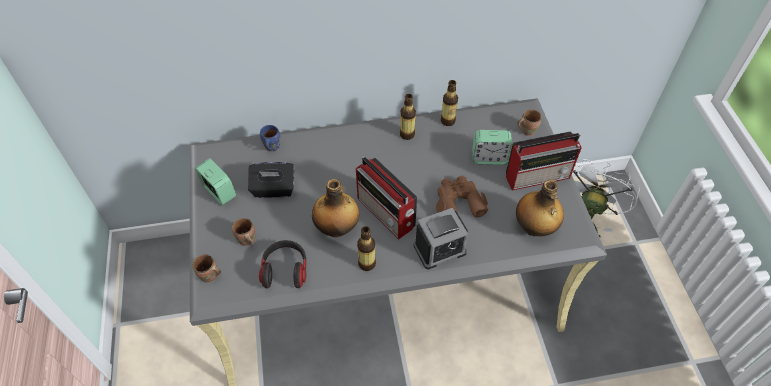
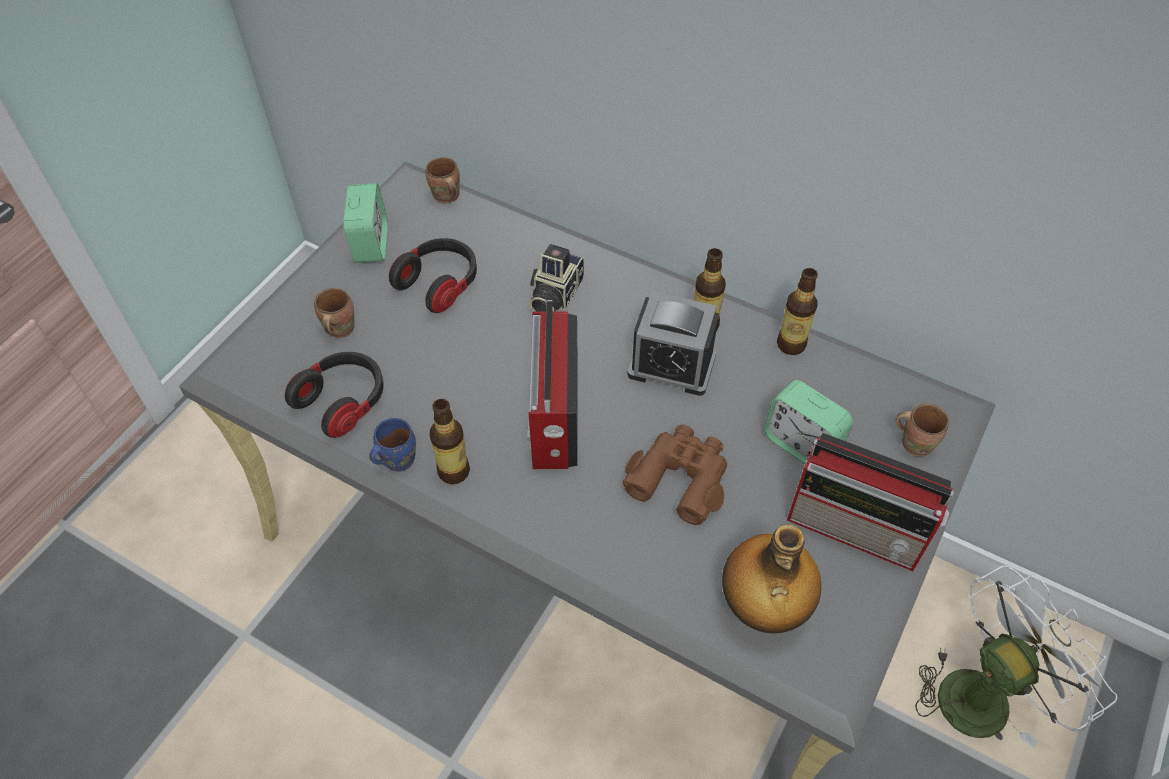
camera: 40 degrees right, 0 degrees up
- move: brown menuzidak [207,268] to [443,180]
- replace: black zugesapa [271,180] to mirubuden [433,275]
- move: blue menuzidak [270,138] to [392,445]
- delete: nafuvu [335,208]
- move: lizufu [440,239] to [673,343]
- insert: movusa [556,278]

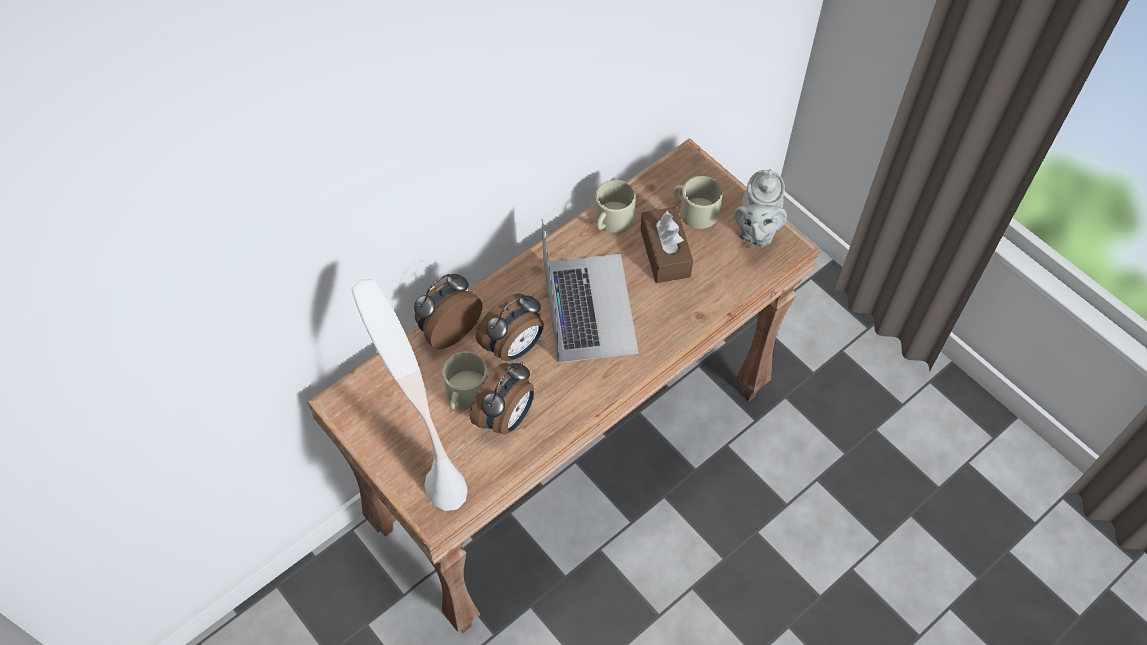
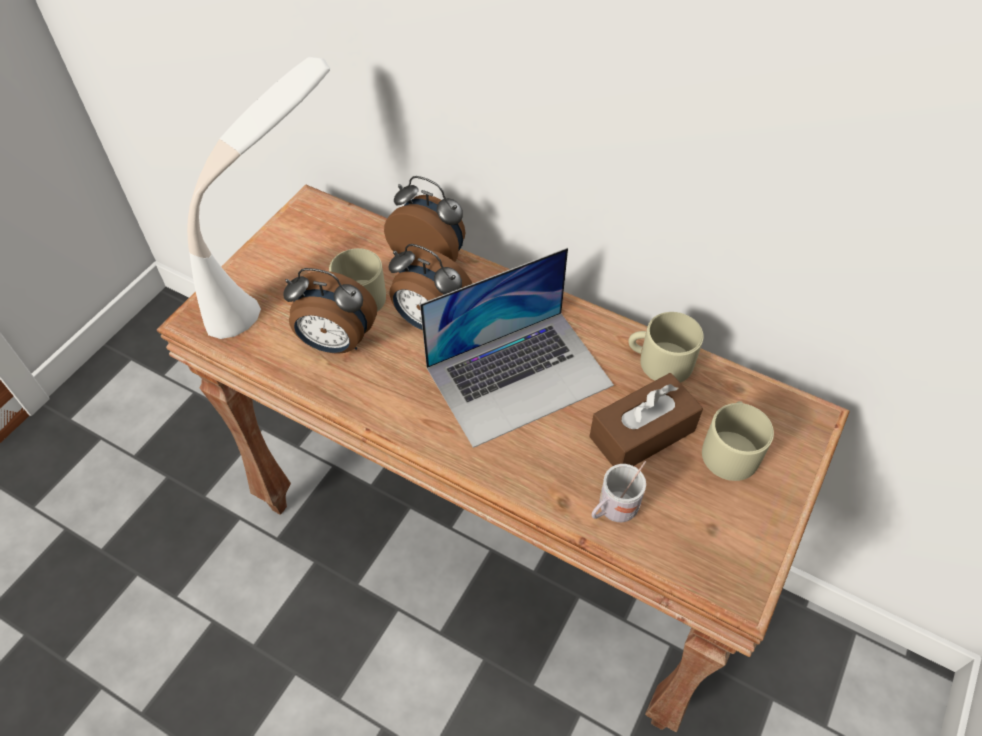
camera: 70 degrees right, 5 degrees down
- delete: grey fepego [760,208]
- insert: white menuzidak [618,491]

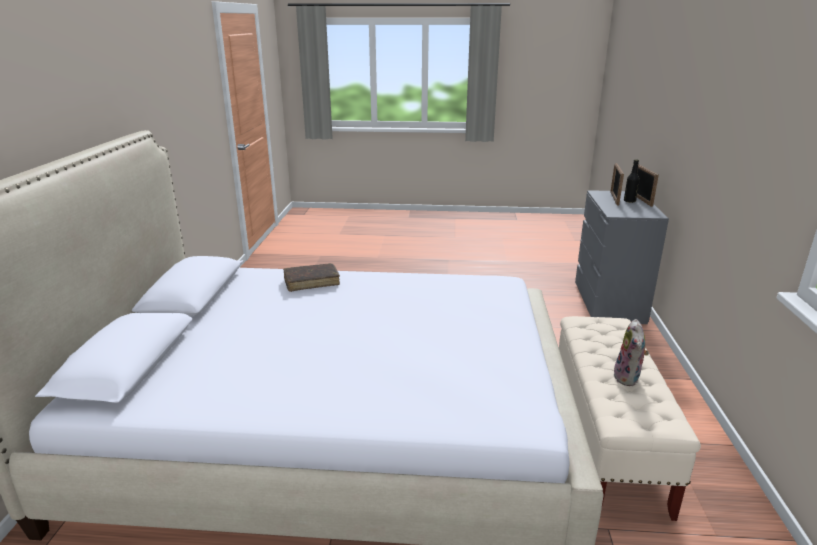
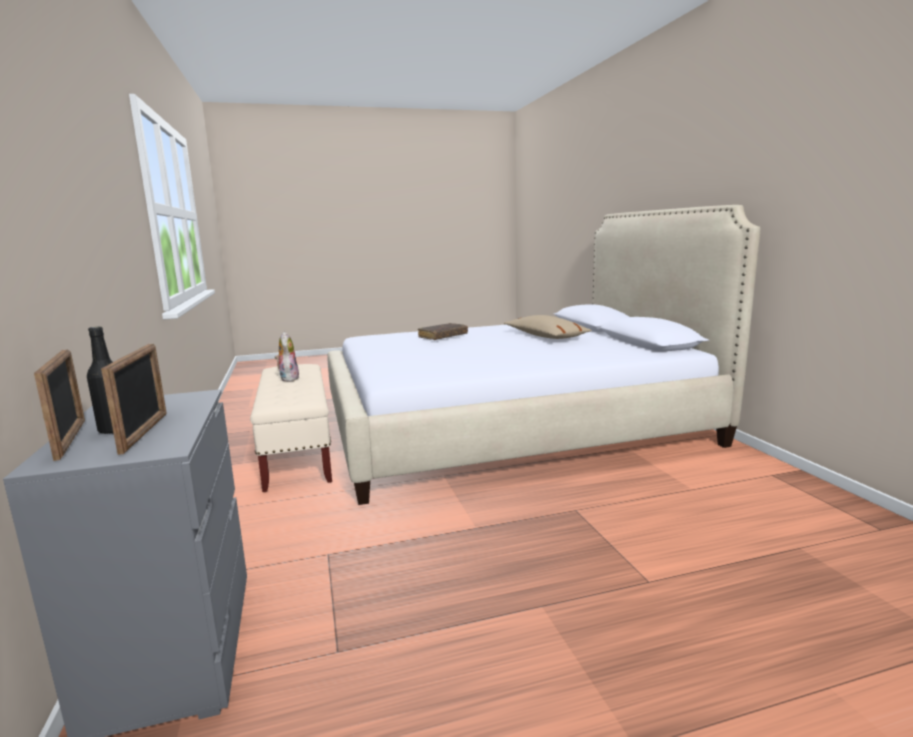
camera: 160 degrees right, 10 degrees down
- move: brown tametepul [311,277] to [443,331]
- insert: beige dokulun [548,327]

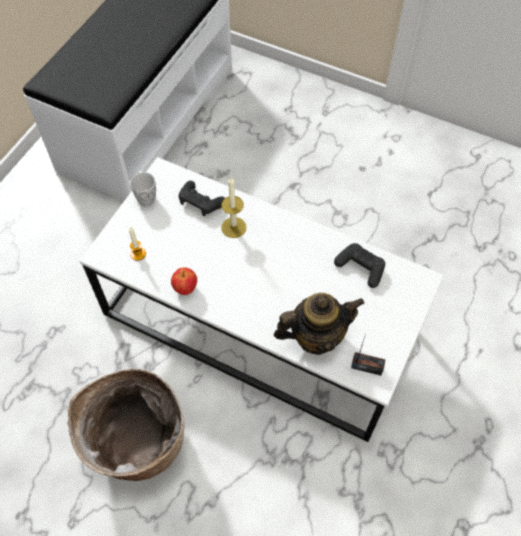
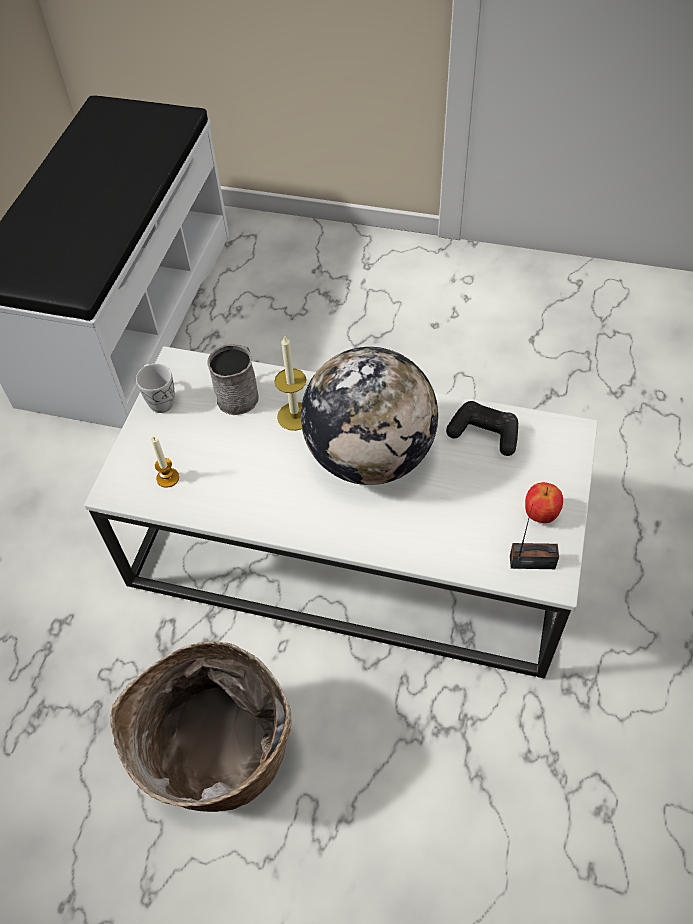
camera: 10 degrees left, 5 degrees down
- move: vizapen [184,281] to [544,502]
- replace: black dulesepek [202,198] to grey menuzidak [233,379]
- delete: fepego [319,324]
- insert: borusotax [369,416]

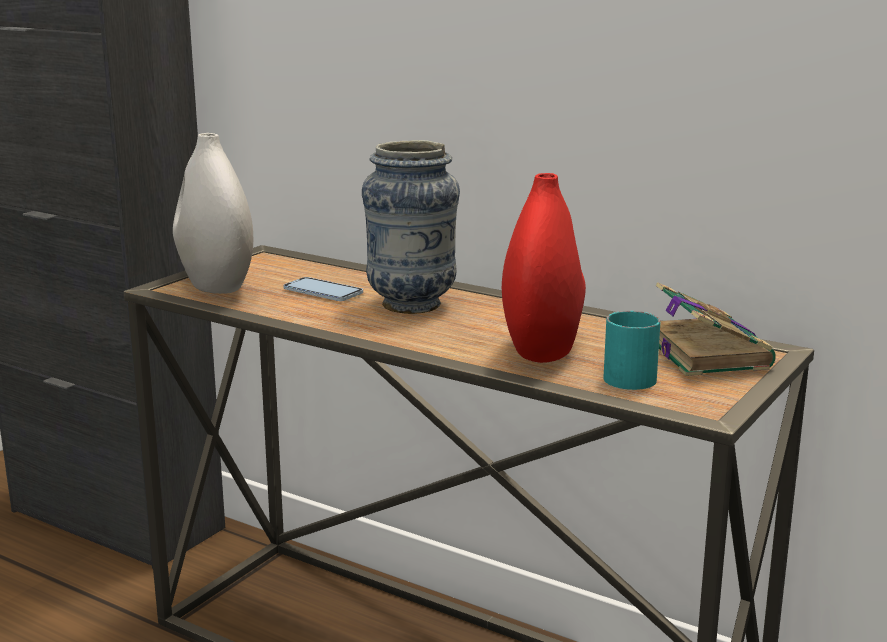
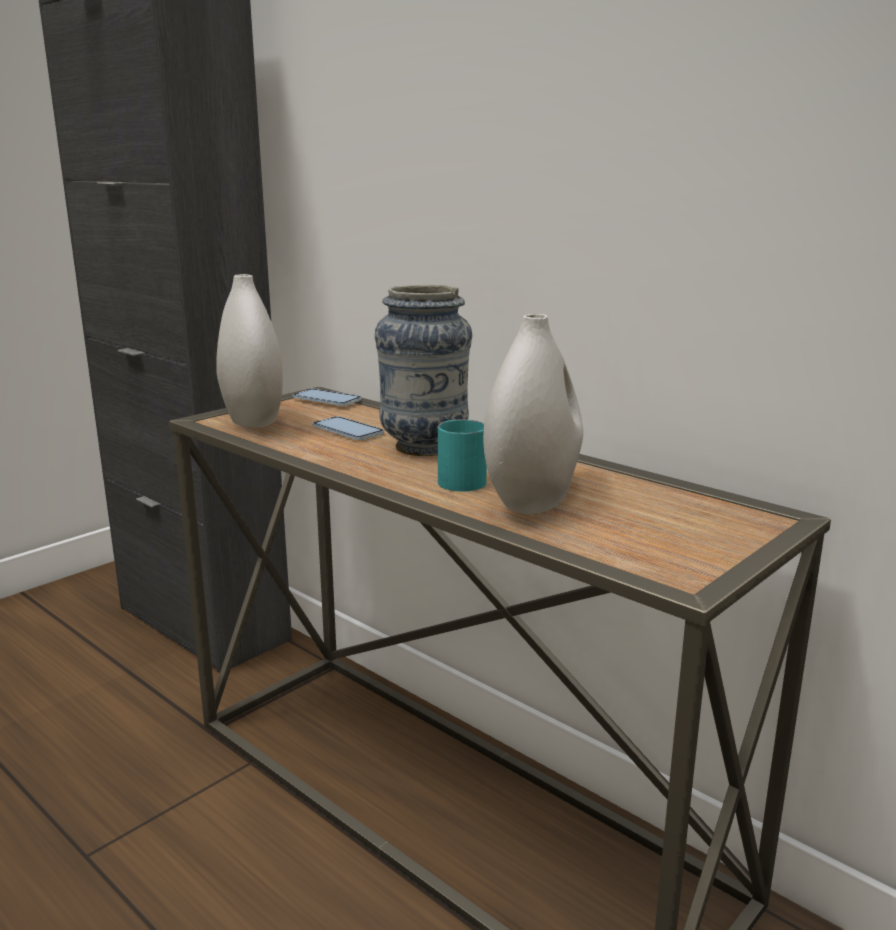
camera: 10 degrees right, 0 degrees up
- recolor: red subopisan [544,268] to white subopisan [533,414]
- move: turquoise menuzidak [632,350] to [462,455]
- delete: tametepul [716,329]
- insert: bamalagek [327,397]

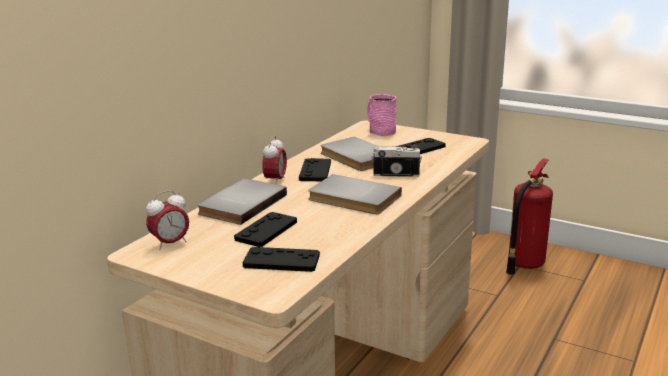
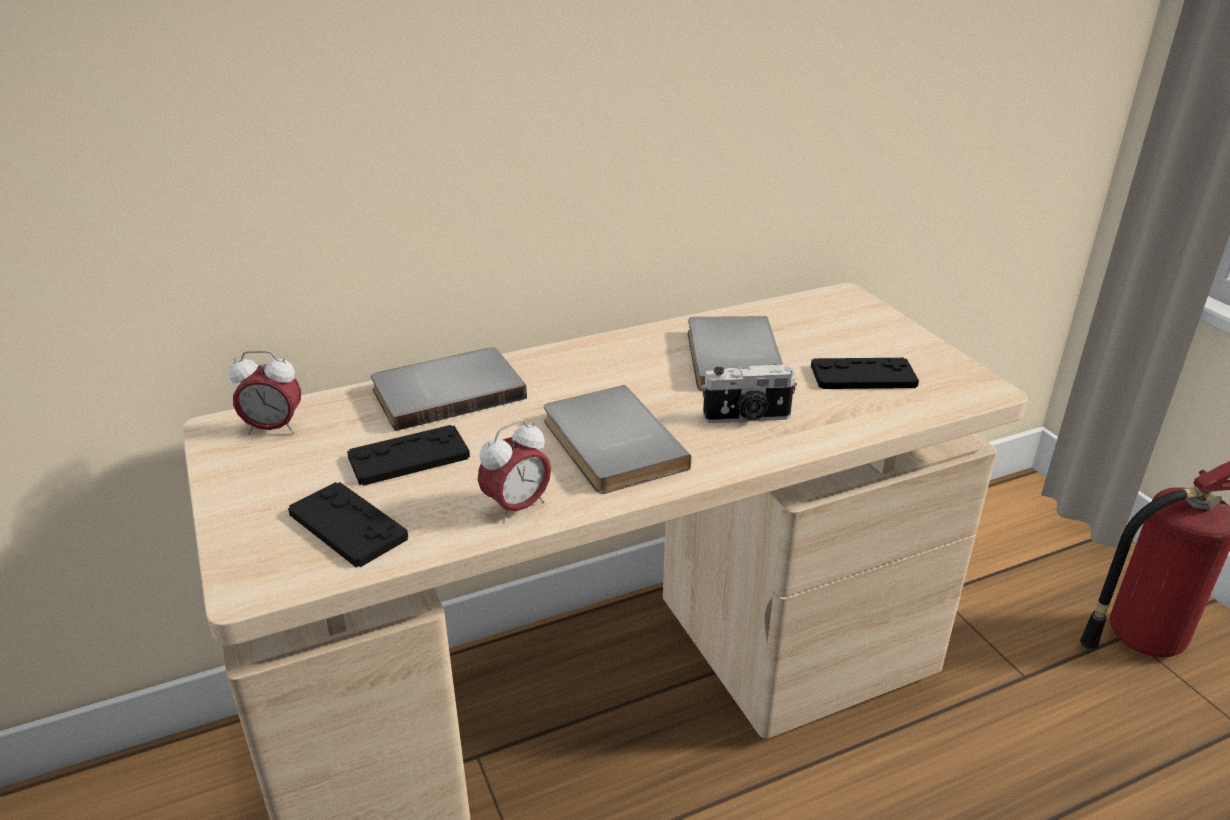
camera: 35 degrees right, 10 degrees up
- move: lizufu [274,160] to [514,471]
- delete: black dulesepek [315,169]
- delete: pink menuzidak [381,115]
- rotate: movusa [397,161] = [749,393] 135 degrees clockwise

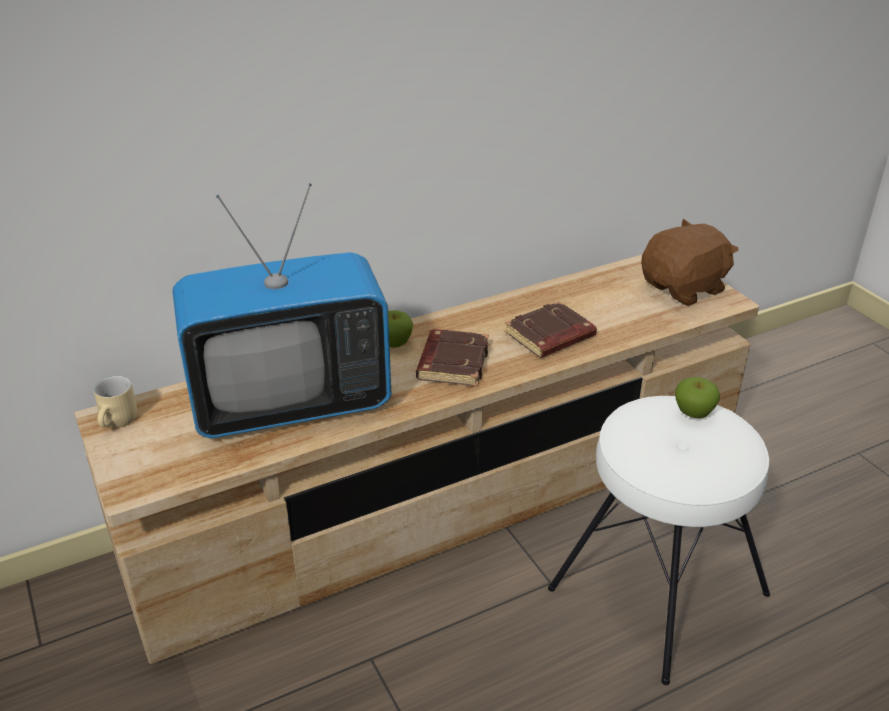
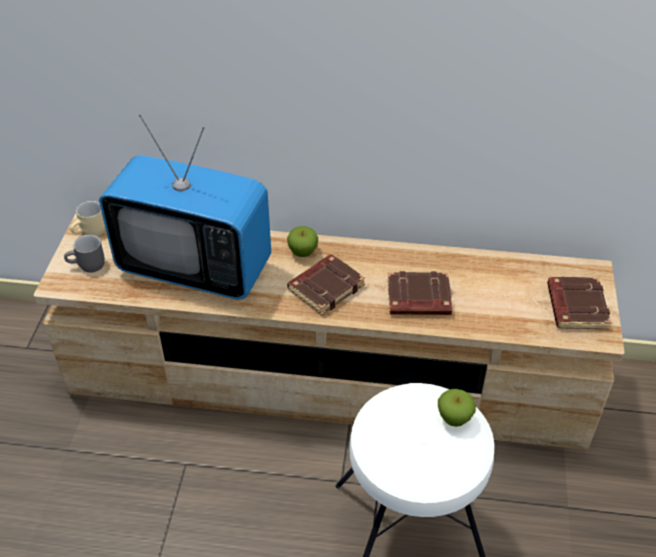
camera: 35 degrees right, 10 degrees up
- replace: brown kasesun [690,262] to brown tametepul [579,303]
- insert: grey menuzidak [84,253]

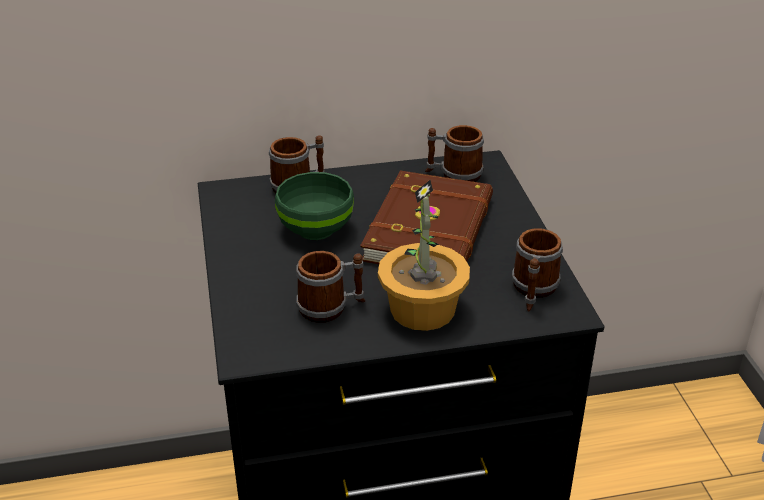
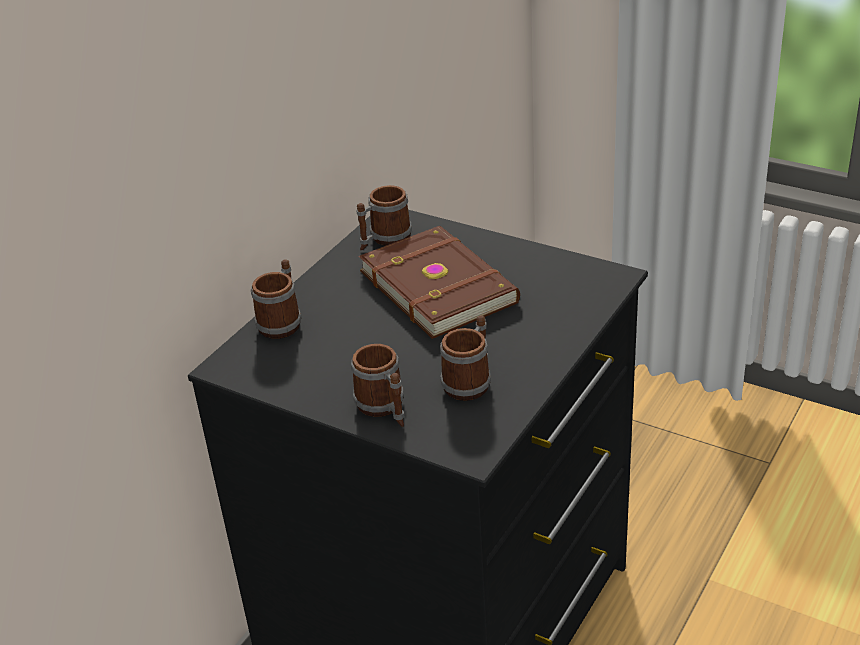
camera: 45 degrees left, 0 degrees up
- delete: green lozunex [314,206]
- delete: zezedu [424,255]
- move: menuzidak [537,270] to [377,385]

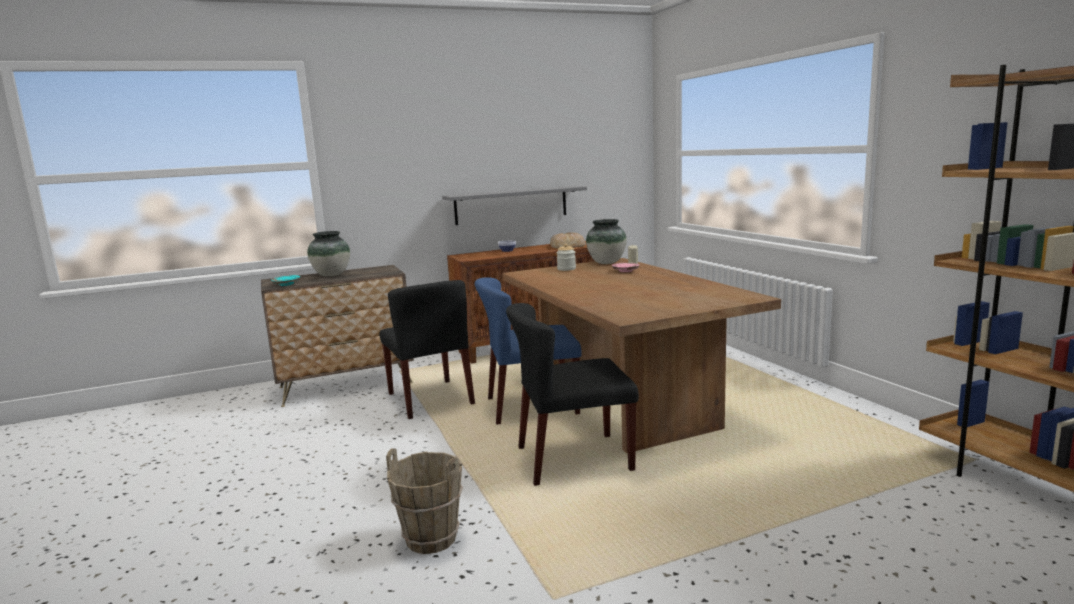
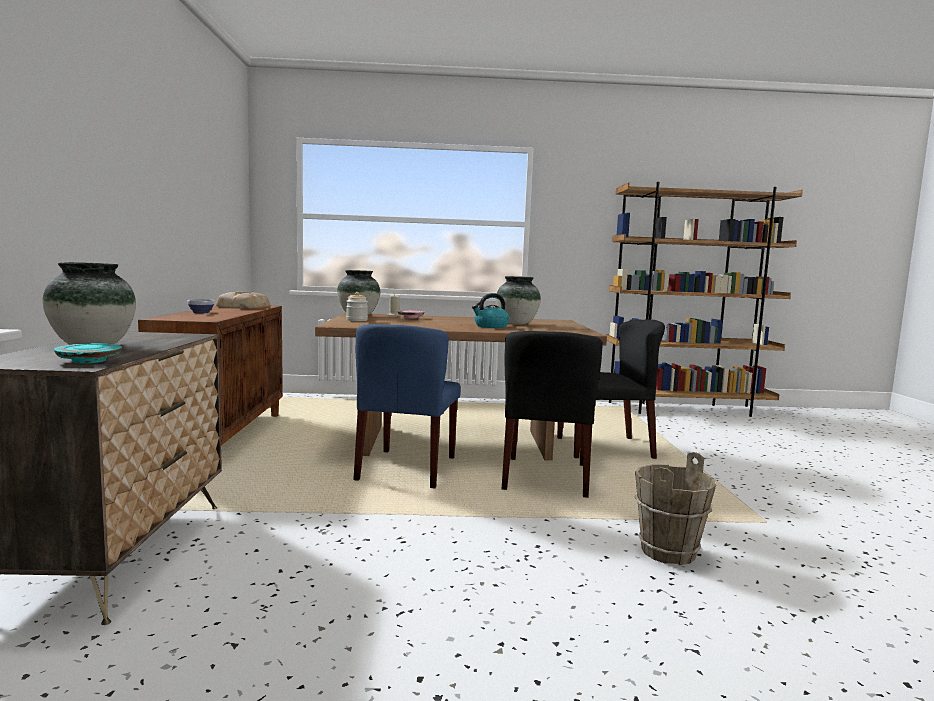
camera: 70 degrees left, 5 degrees down
- move: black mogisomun [427,349] to [611,389]
- delete: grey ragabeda [514,205]
- insert: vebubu [490,310]
- insert: subopisan [518,300]

